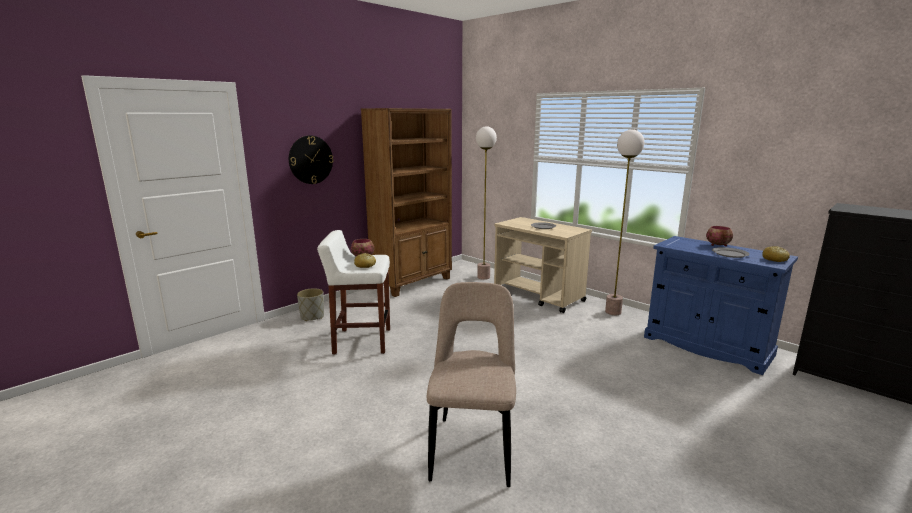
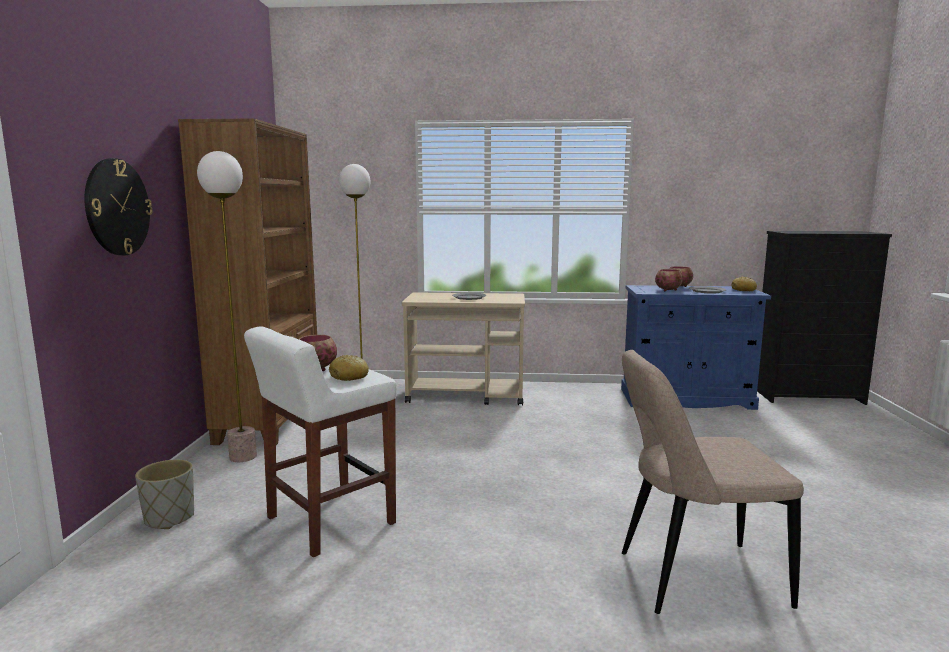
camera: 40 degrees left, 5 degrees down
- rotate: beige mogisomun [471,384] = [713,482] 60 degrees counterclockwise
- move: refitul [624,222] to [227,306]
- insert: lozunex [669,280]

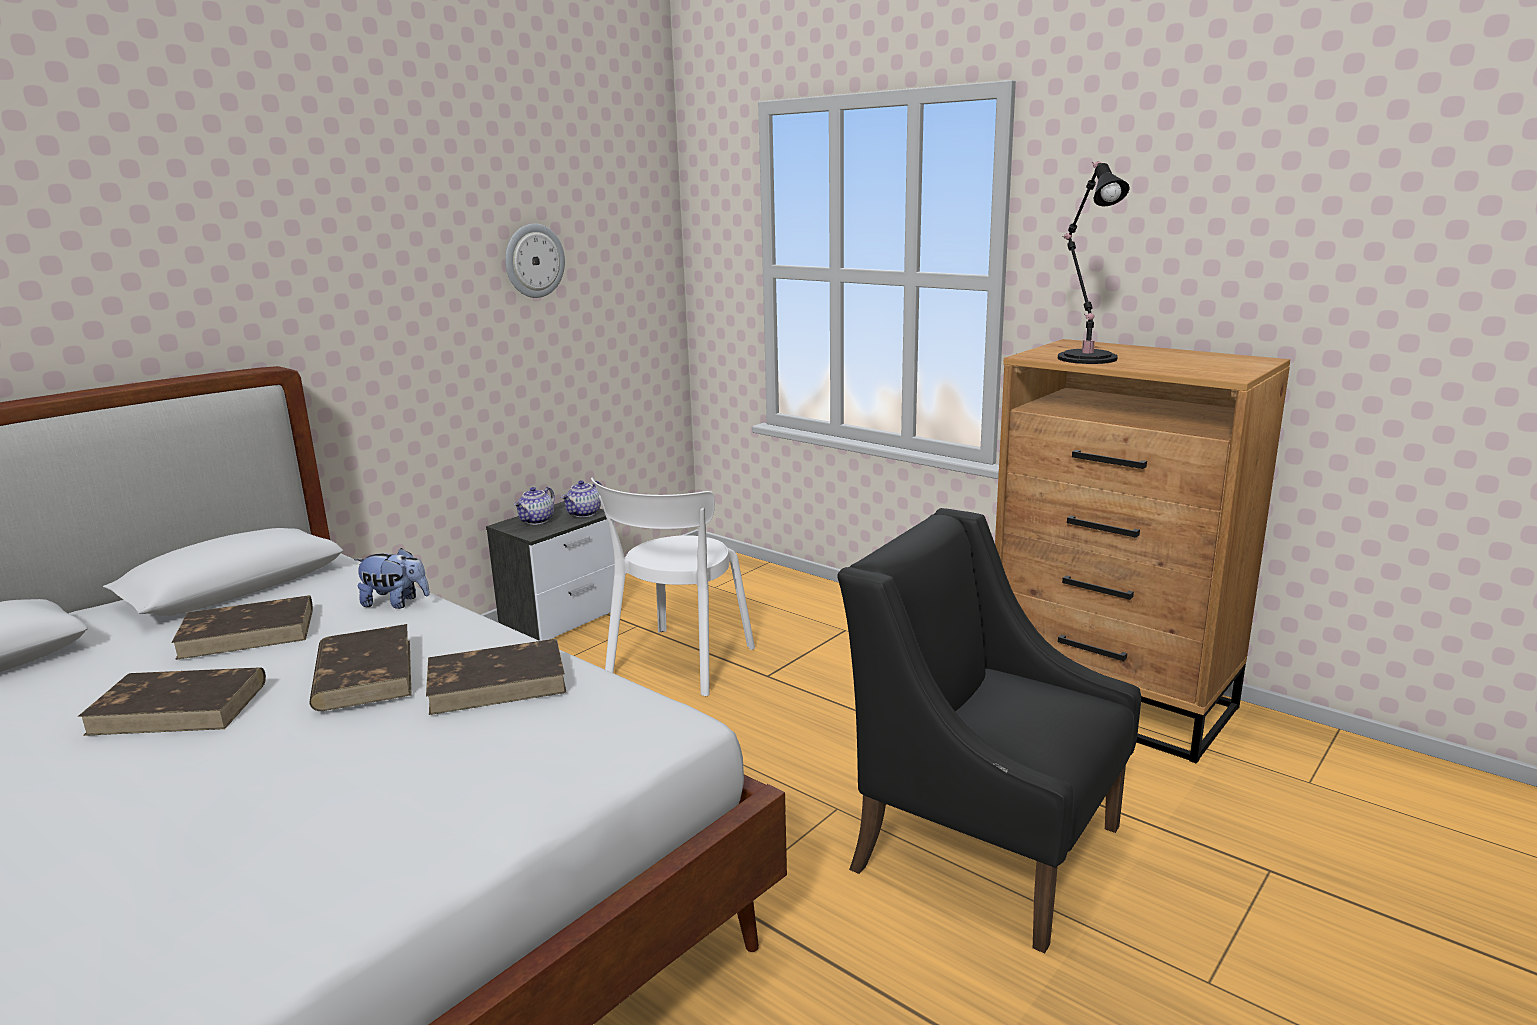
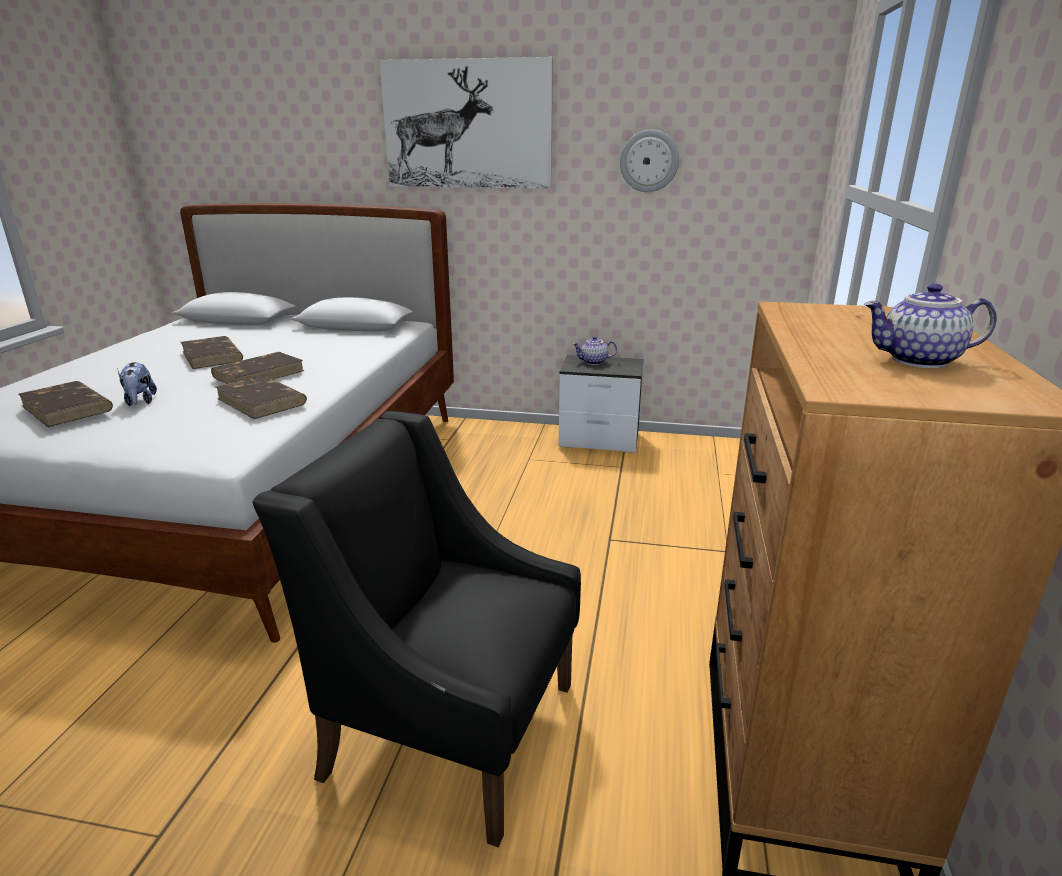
camera: 60 degrees right, 5 degrees up
- move: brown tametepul [242,627] to [65,404]
- move: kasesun [392,578] to [137,384]
- move: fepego [581,498] to [930,325]
- delete: white mogisomun [673,587]
- rotate: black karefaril [989,730] = [416,629] 75 degrees counterclockwise
- delete: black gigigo [1093,262]
- insert: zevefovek [466,123]

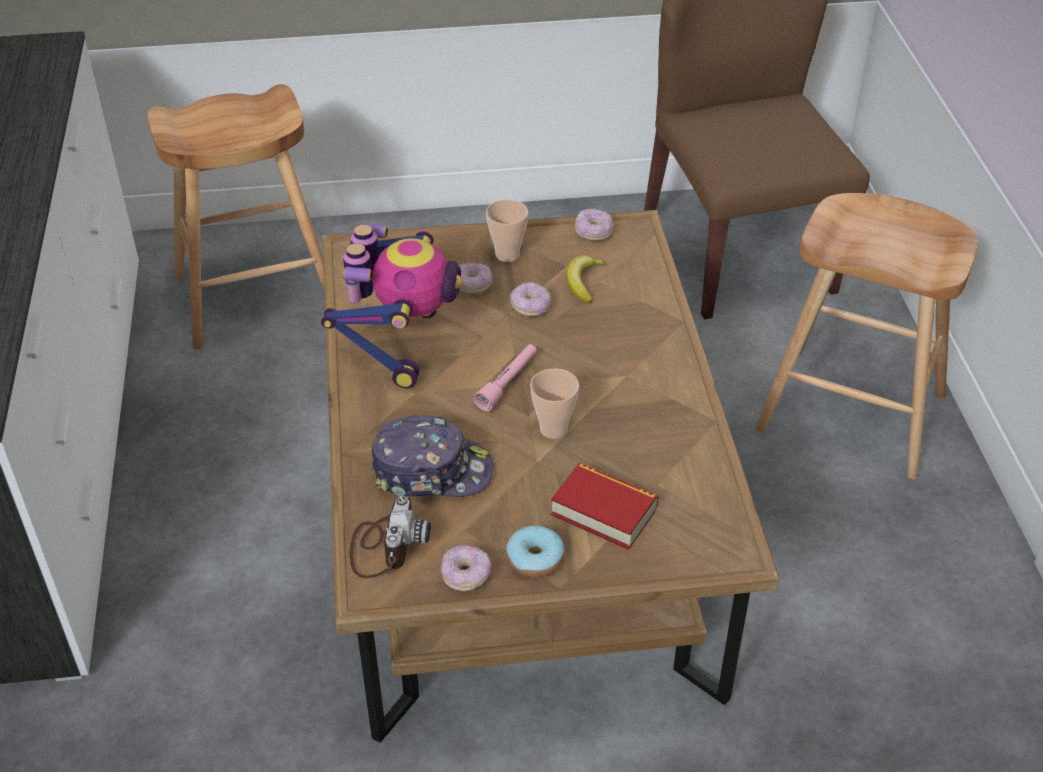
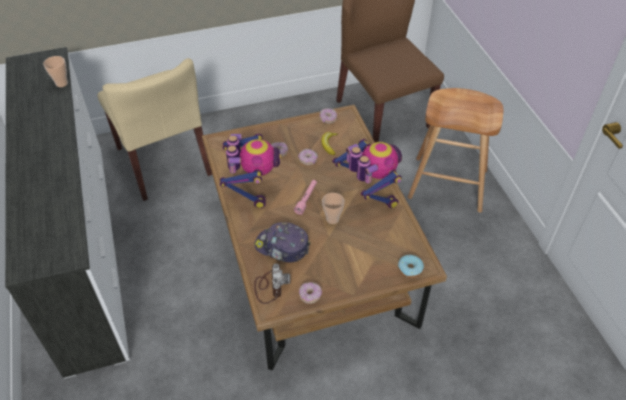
camera: 10 degrees left, 5 degrees up
- replace: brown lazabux [236,217] to beige mogisomun [154,129]
- rotate: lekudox [432,456] = [282,242] 150 degrees counterclockwise
- move: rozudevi [507,230] to [55,71]
- move: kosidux [535,551] to [411,266]
- delete: tametepul [605,506]
- insert: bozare [367,174]

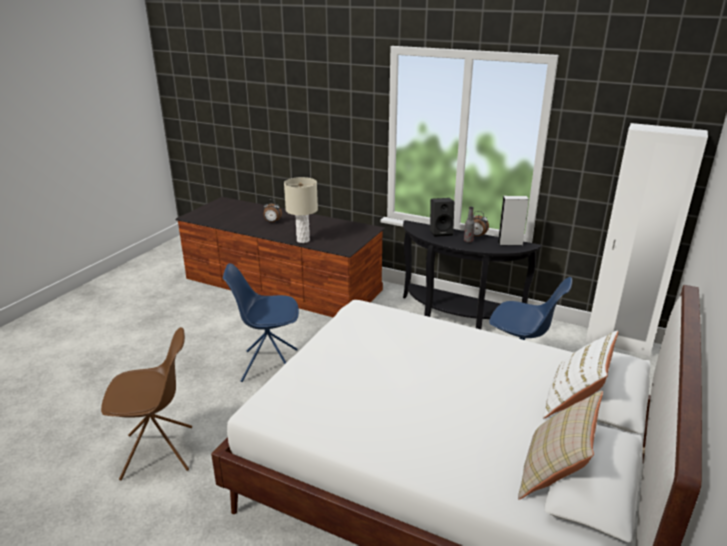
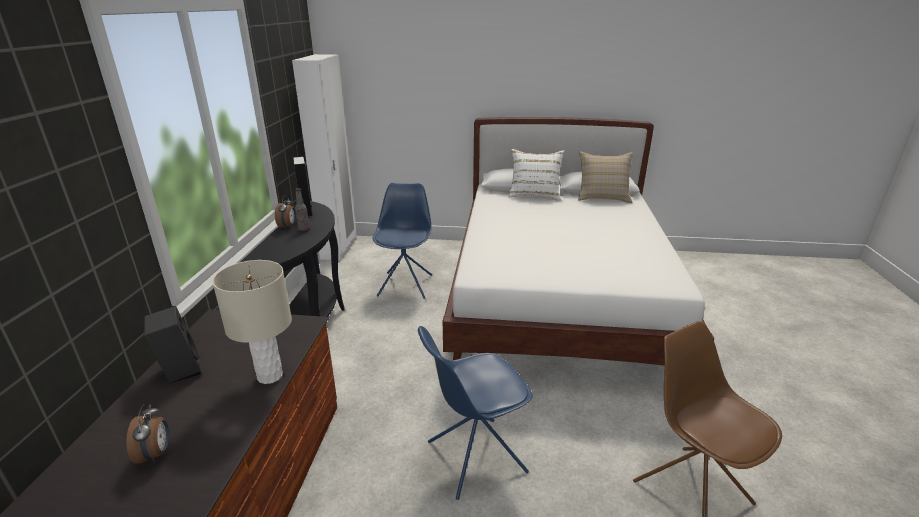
camera: 110 degrees left, 0 degrees up
- rotate: blue mogisomun [261,322] = [475,413] 90 degrees clockwise
- move: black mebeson [442,217] to [172,344]

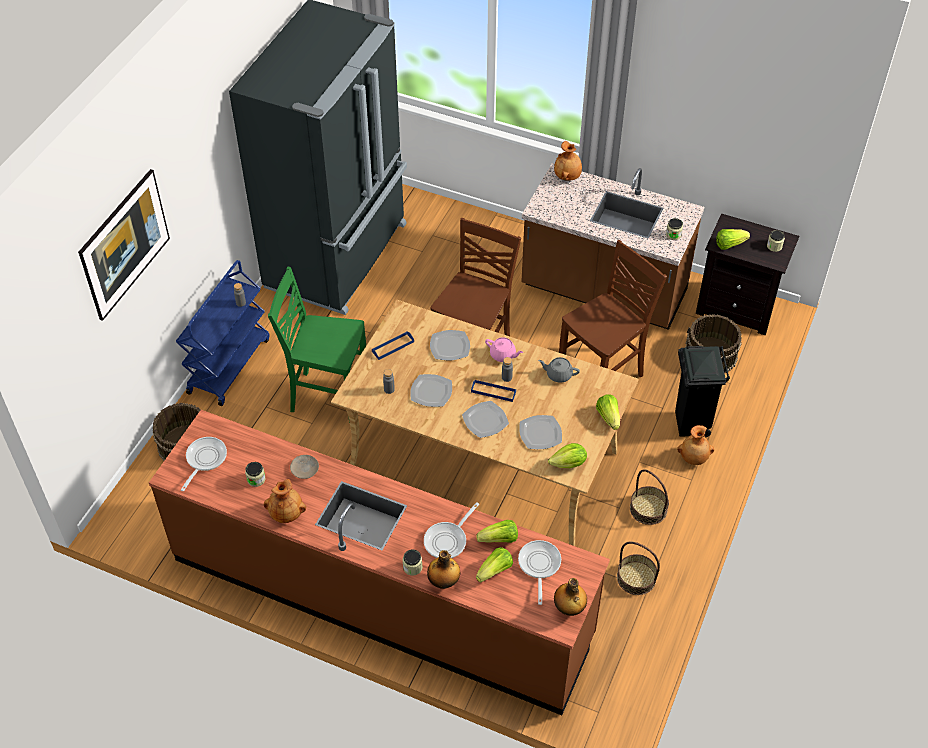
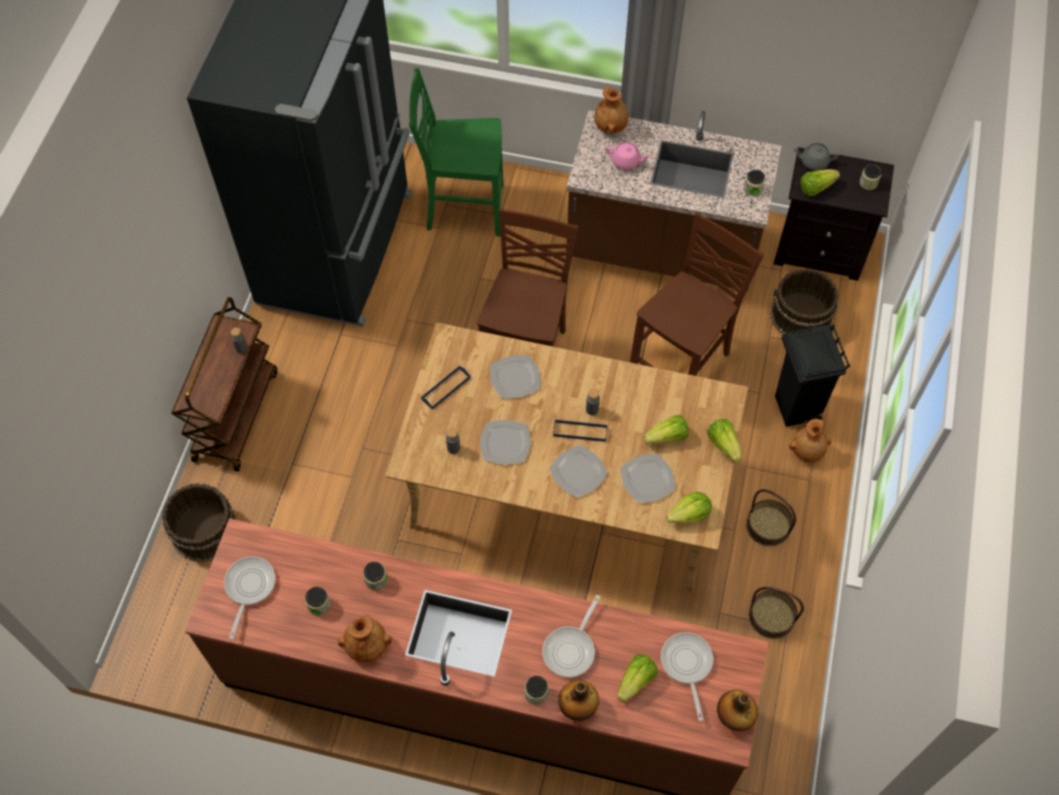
camera: 10 degrees left, 10 degrees up
- delete: zevefovek [124,245]
- recolor: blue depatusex [223,333] to brown depatusex [224,384]
- move: green mogisomun [317,345] to [456,152]
- replace: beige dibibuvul [304,467] to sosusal [375,576]
- move: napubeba [497,531] to [666,429]
- move: pink fepego [504,349] to [628,156]
- move: grey fepego [559,370] to [816,157]

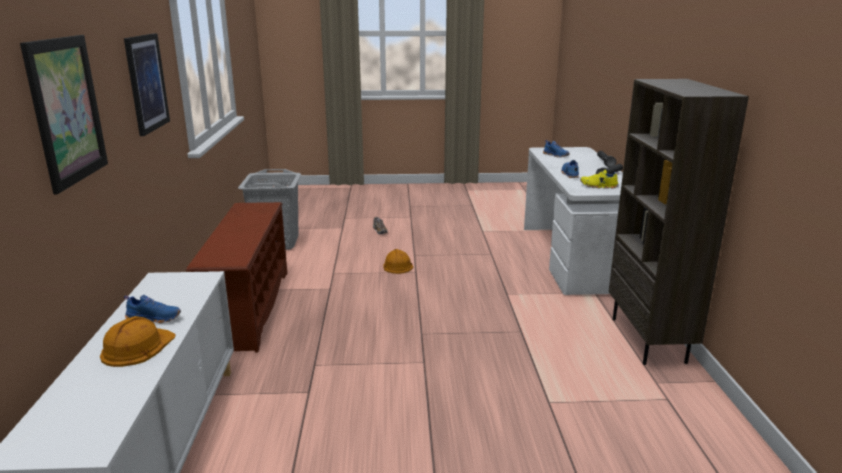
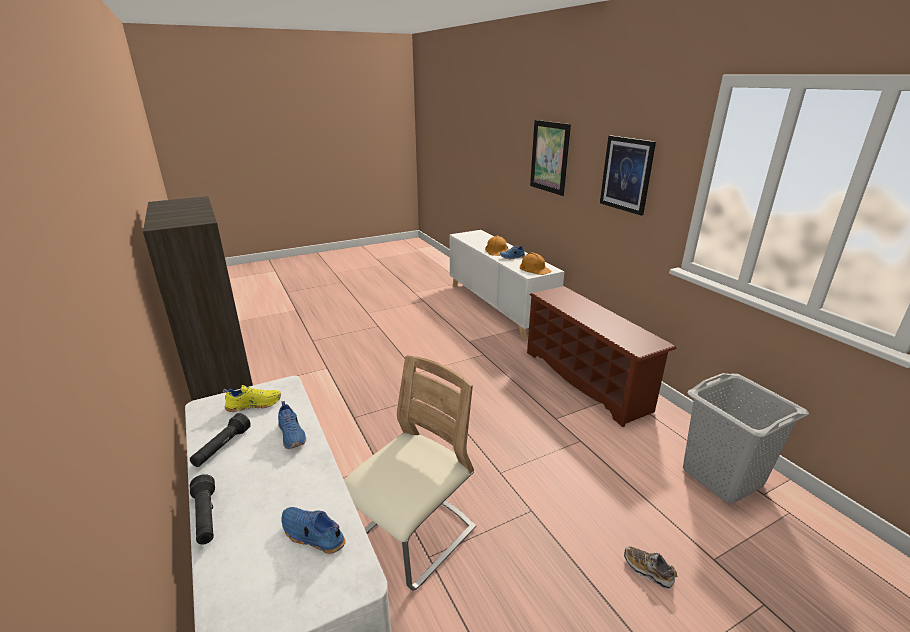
camera: 155 degrees right, 5 degrees up
- move: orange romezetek [398,261] to [535,263]
- insert: beige mogisomun [410,473]

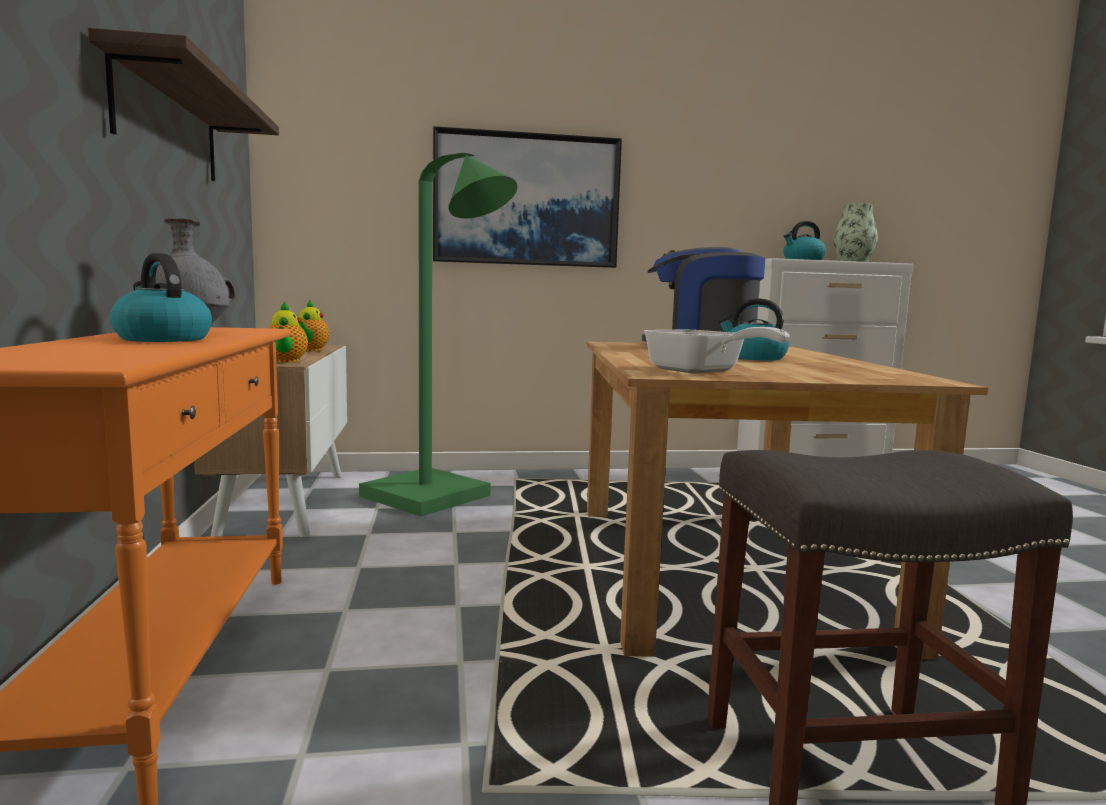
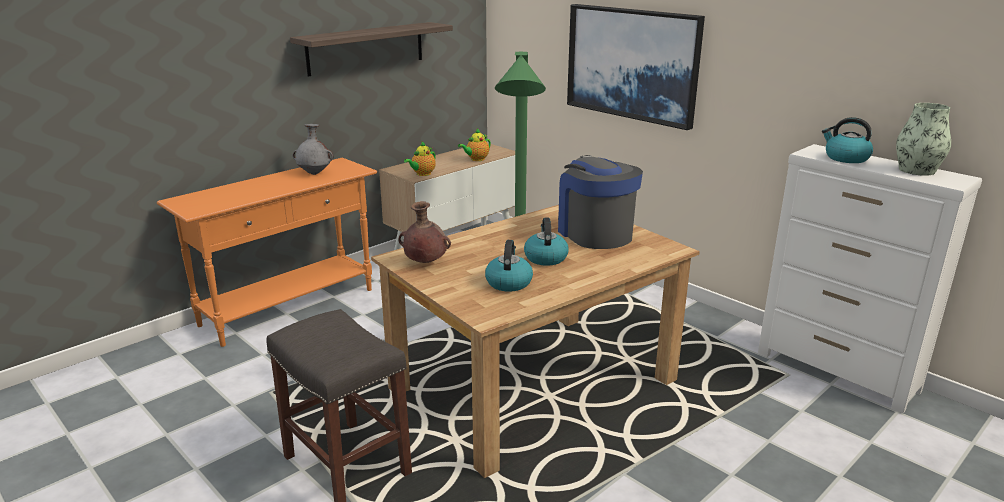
camera: 55 degrees right, 15 degrees up
- move: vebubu [161,297] to [509,266]
- replace: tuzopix [717,350] to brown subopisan [425,232]

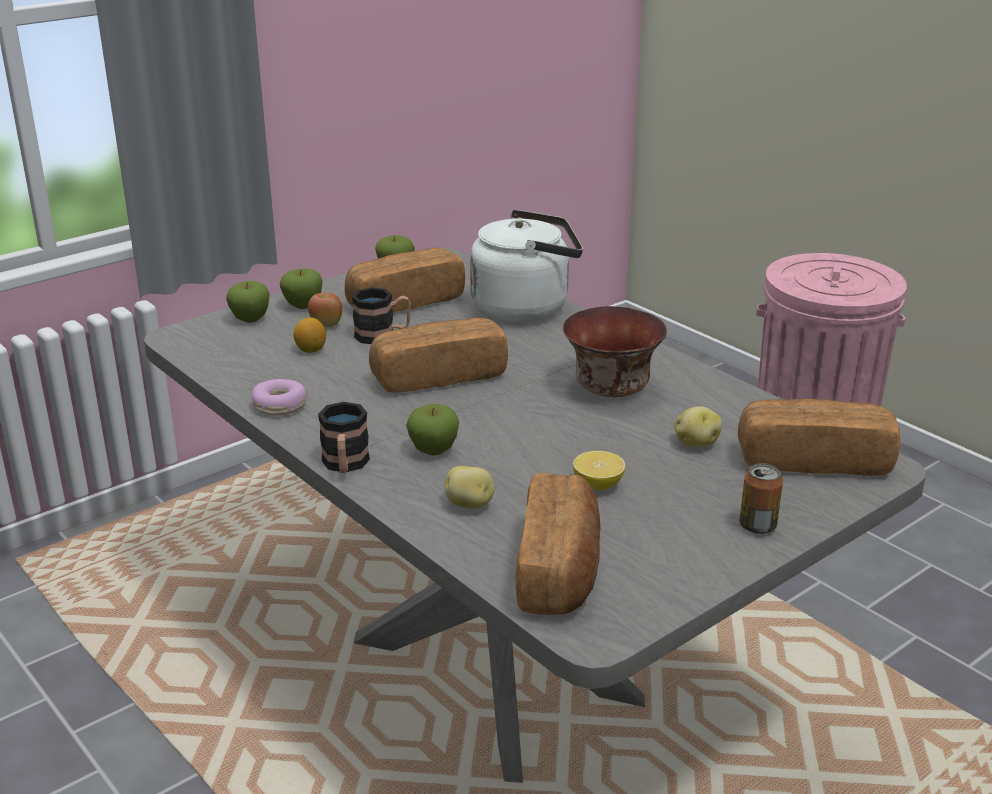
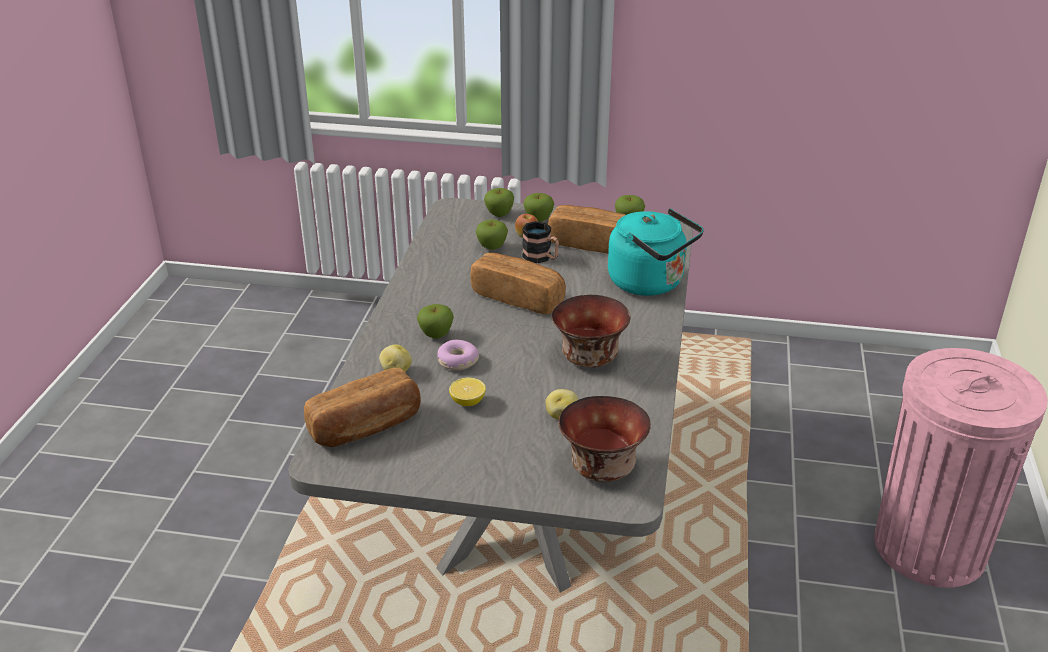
camera: 50 degrees right, 5 degrees up
- move: kosidux [279,397] to [458,355]
- replace: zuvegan [310,335] to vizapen [492,234]
- delete: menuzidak [344,437]
- recolor: white vebubu [526,266] to turquoise vebubu [656,252]
- replace: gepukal [819,437] to lozunex [605,439]
- delete: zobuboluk [761,498]

